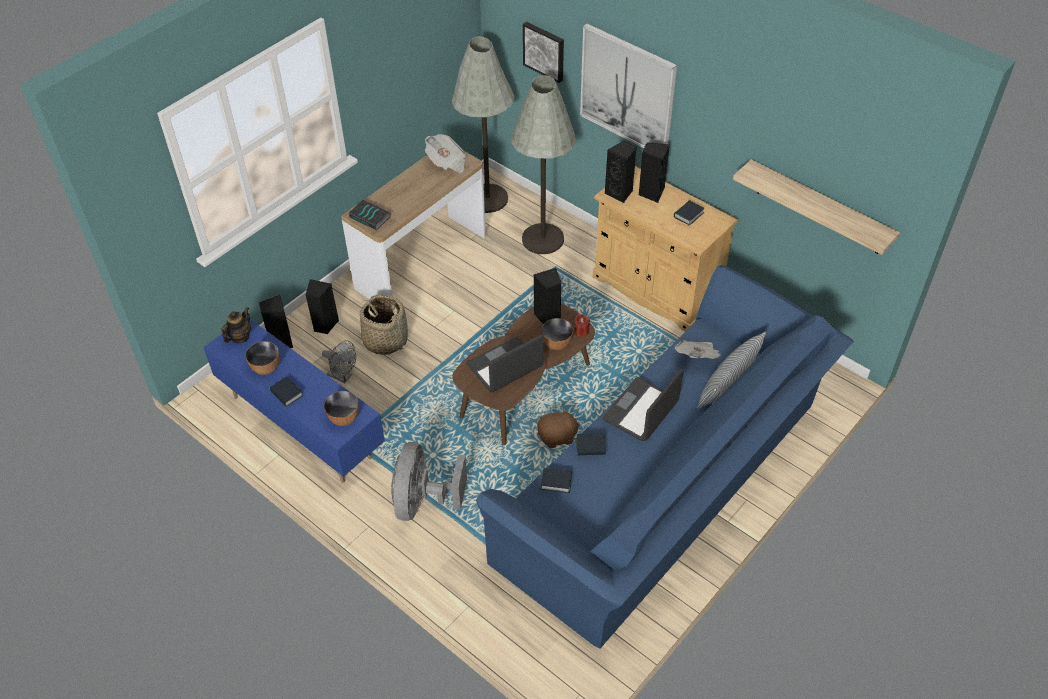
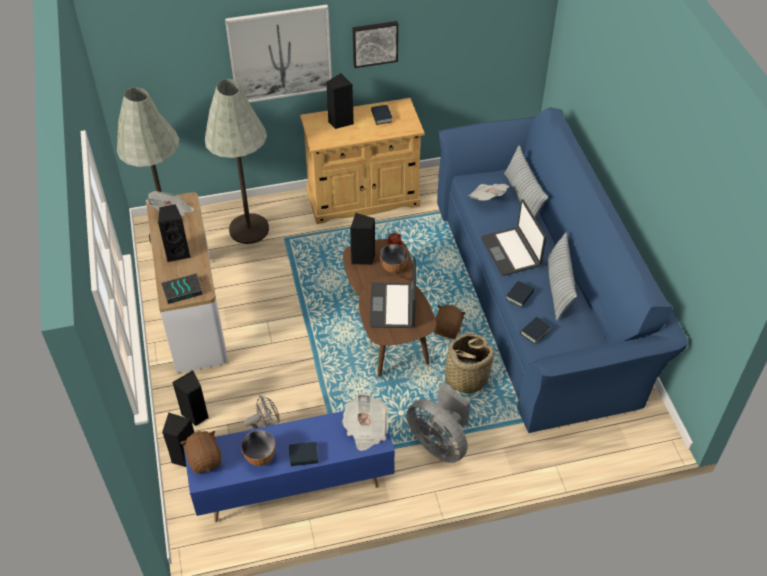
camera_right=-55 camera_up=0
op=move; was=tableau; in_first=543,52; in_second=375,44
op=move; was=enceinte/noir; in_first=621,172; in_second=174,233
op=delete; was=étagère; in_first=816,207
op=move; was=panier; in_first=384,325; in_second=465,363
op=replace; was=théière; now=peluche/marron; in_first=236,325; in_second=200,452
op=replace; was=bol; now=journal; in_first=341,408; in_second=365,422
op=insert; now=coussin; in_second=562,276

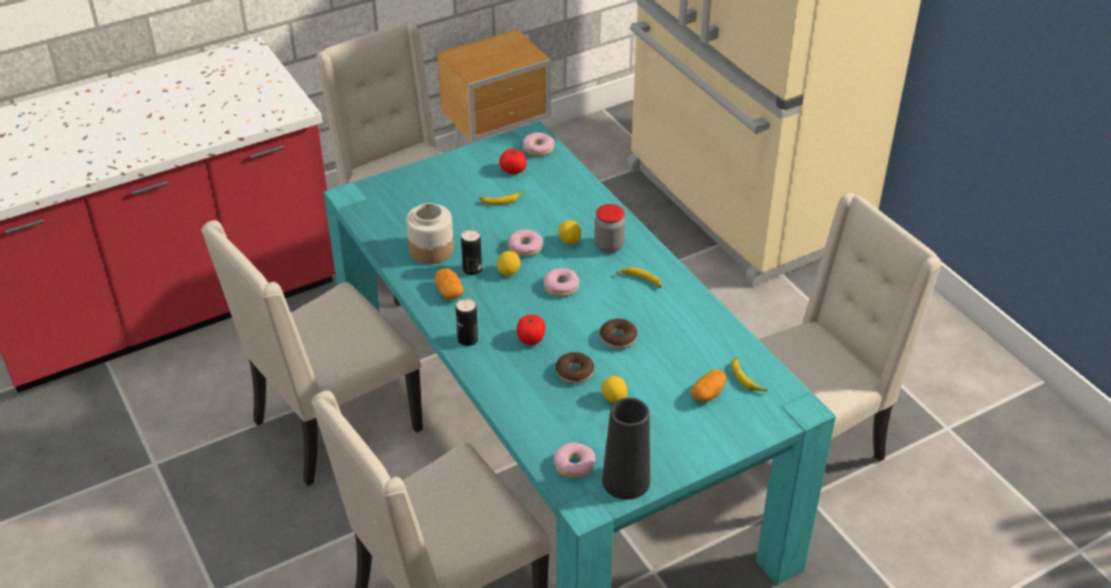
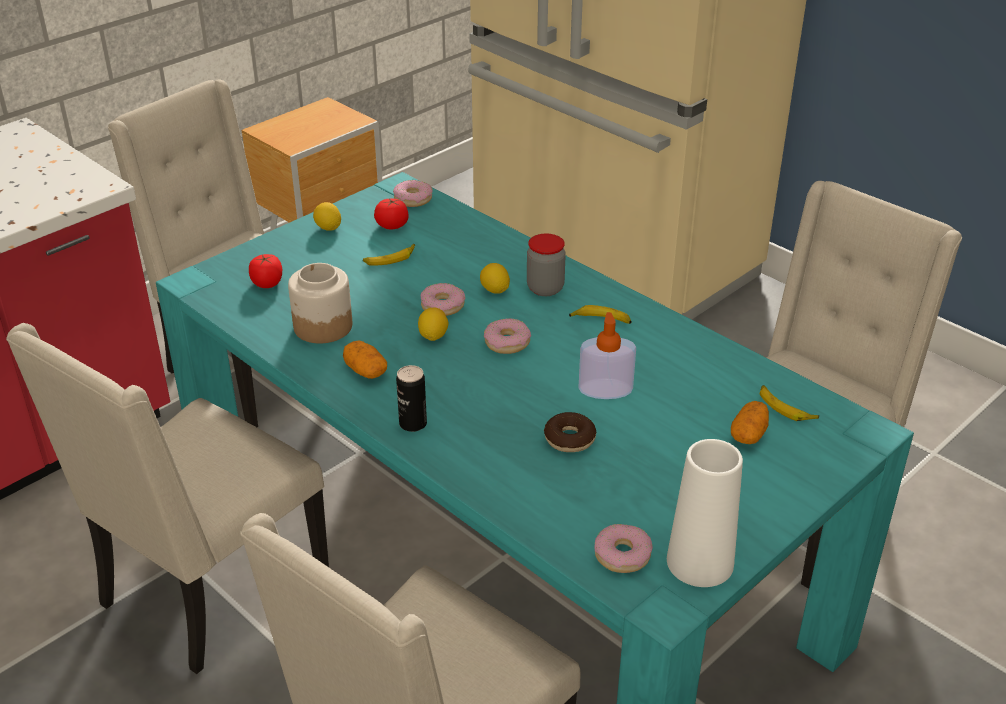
camera_right=-15 camera_up=-5
op=delete; was=boîte métallique; in_first=471,252
op=move; was=tomate; in_first=531,330; in_second=265,271
op=replace; was=beignet; now=distributeur de savon; in_first=618,334; in_second=607,355
op=move; was=citron; in_first=614,389; in_second=327,216
op=recolor; was=vase/noir; now=vase/blanc; in_first=626,449; in_second=705,513

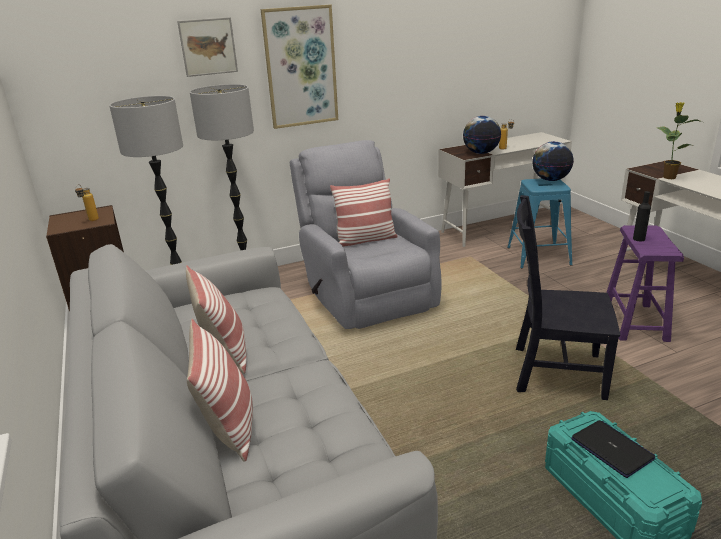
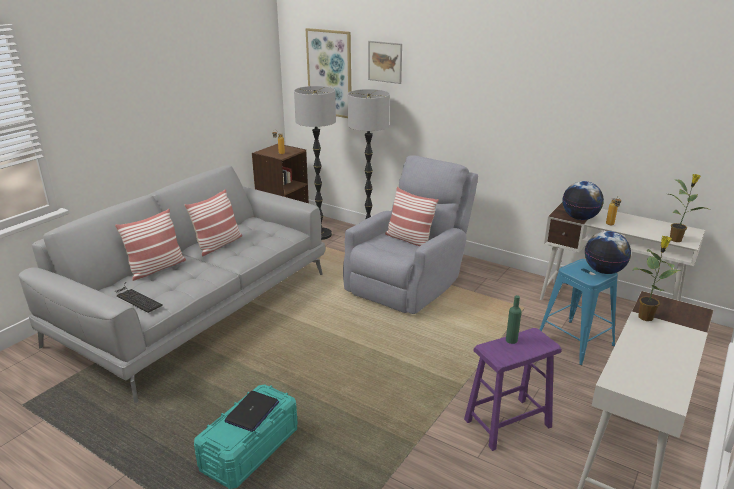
camera_right=55 camera_up=0
op=move; was=tableau; in_first=299,67; in_second=328,73
op=recolor; was=bouteille/noir; now=bouteille/vert; in_first=642,216; in_second=514,319
op=delete; was=chaise/noir; in_first=568,297
op=insert; now=plante en pot; in_second=690,208
op=insert; now=clavier; in_second=139,297

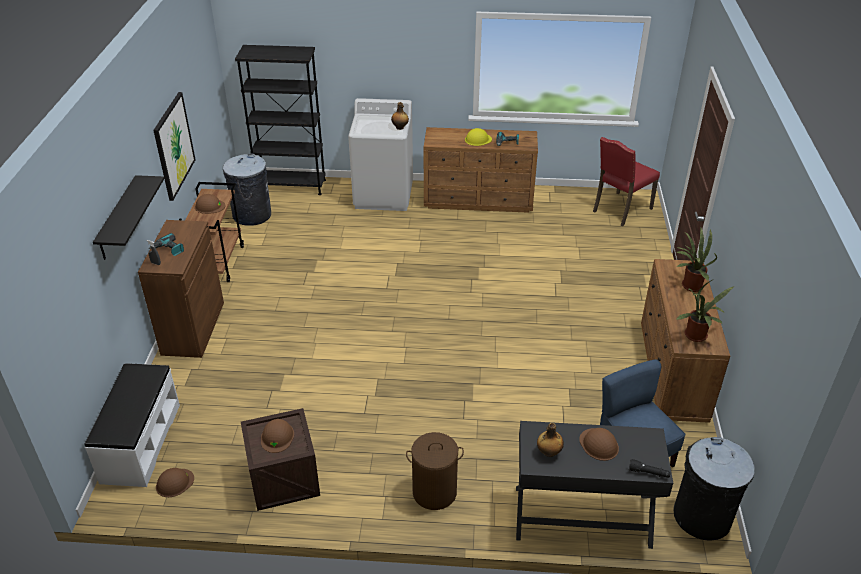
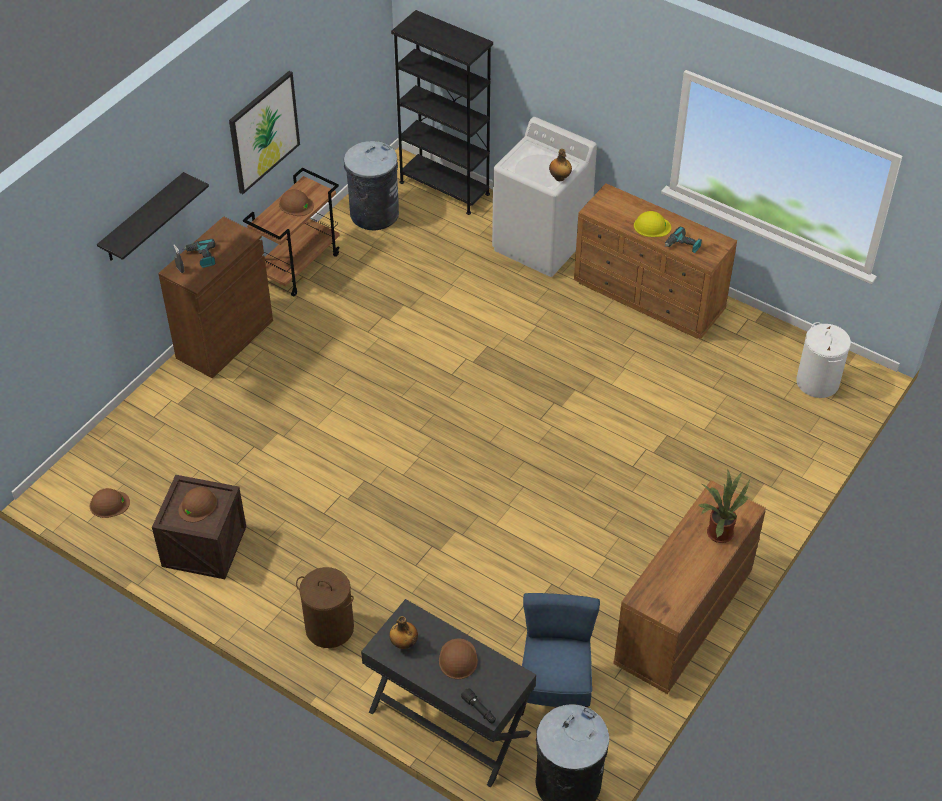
camera_right=30 camera_up=10
op=replace; was=chaise/rouge; now=panier à linge/blanc; in_first=626,181; in_second=823,360
op=delete; was=plante en pot; in_first=705,310
op=delete; was=banc/blanc; in_first=132,425

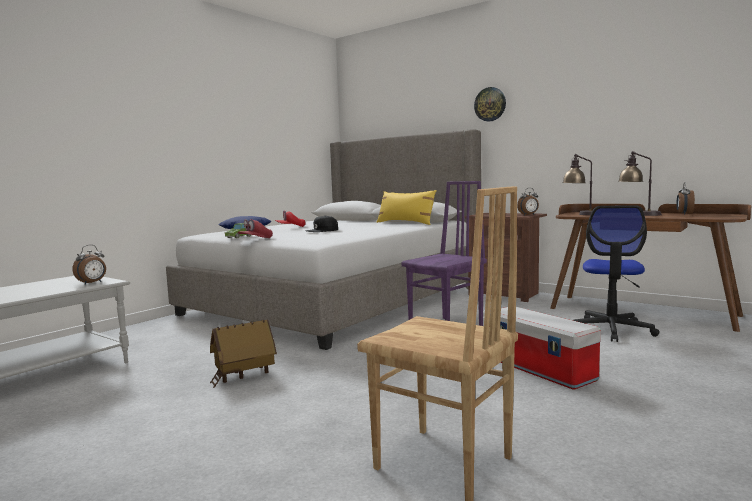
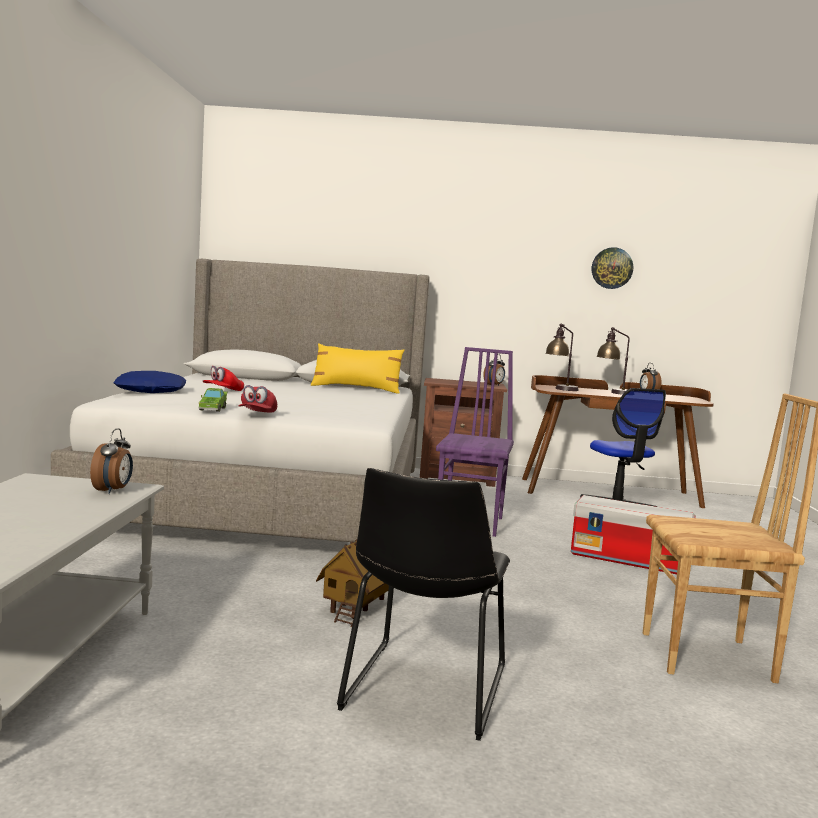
camera_right=-35 camera_up=0
op=move; was=horloge murale; in_first=490,104; in_second=612,268
op=delete; was=casquette/noir; in_first=321,224
op=insert; now=chaise/noir; in_second=423,604

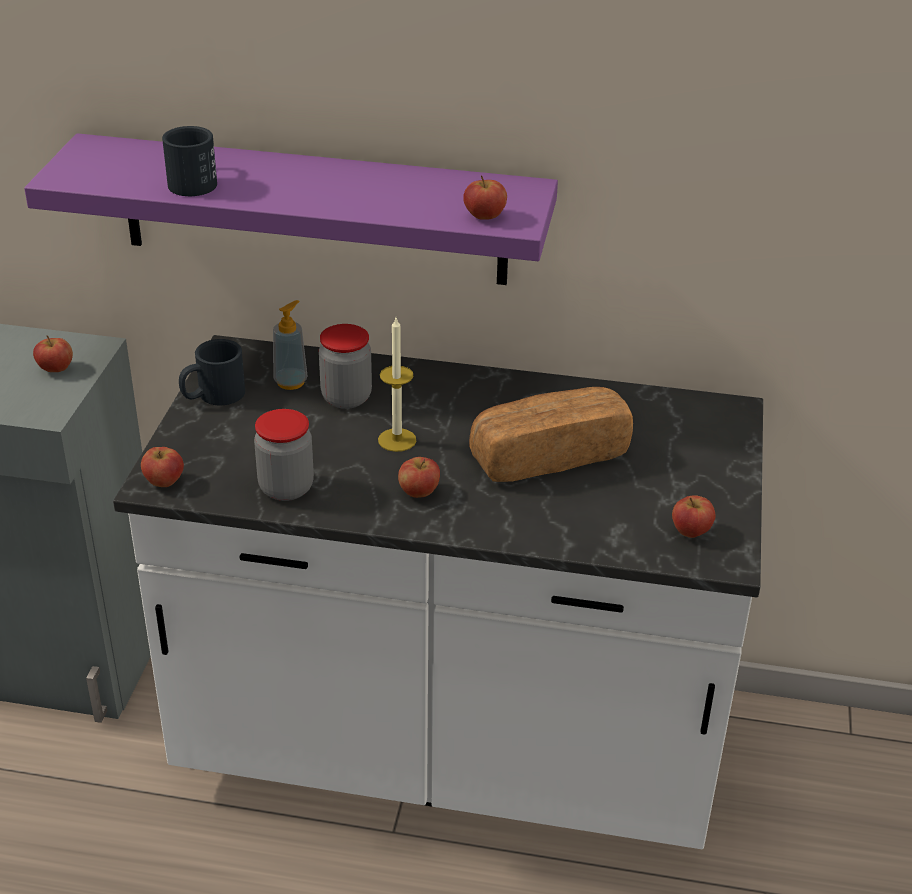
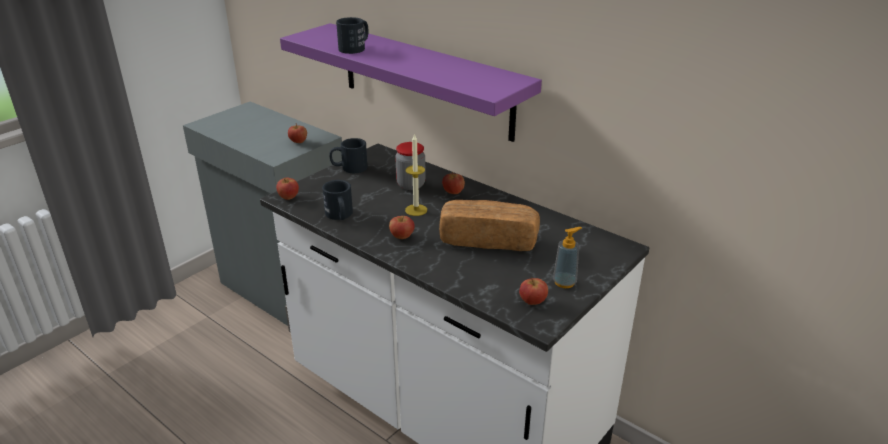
camera_right=30 camera_up=-5
op=move; was=pomme; in_first=485,198; in_second=453,182
op=move; was=distributeur de savon; in_first=290,345; in_second=567,257
op=replace; was=bocal; now=mug/noir; in_first=284,455; in_second=337,200

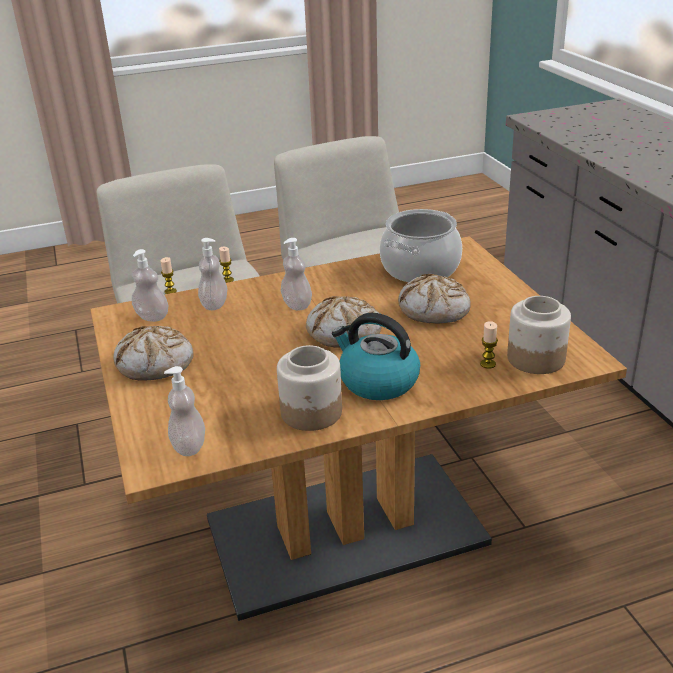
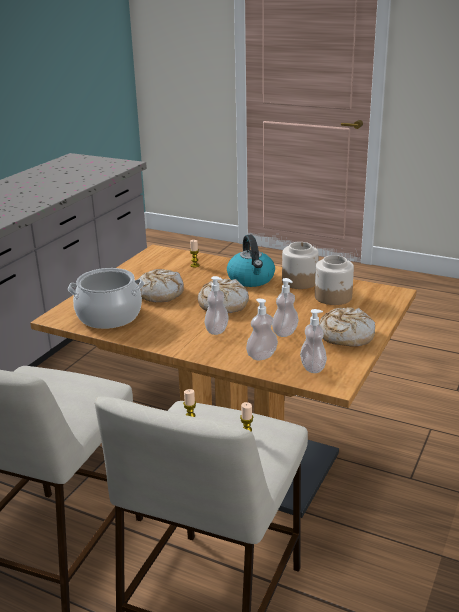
camera_right=-135 camera_up=-5
op=move; was=bocal; in_first=539,335; in_second=334,280
op=move; was=distributeur de savon; in_first=184,411; in_second=285,307

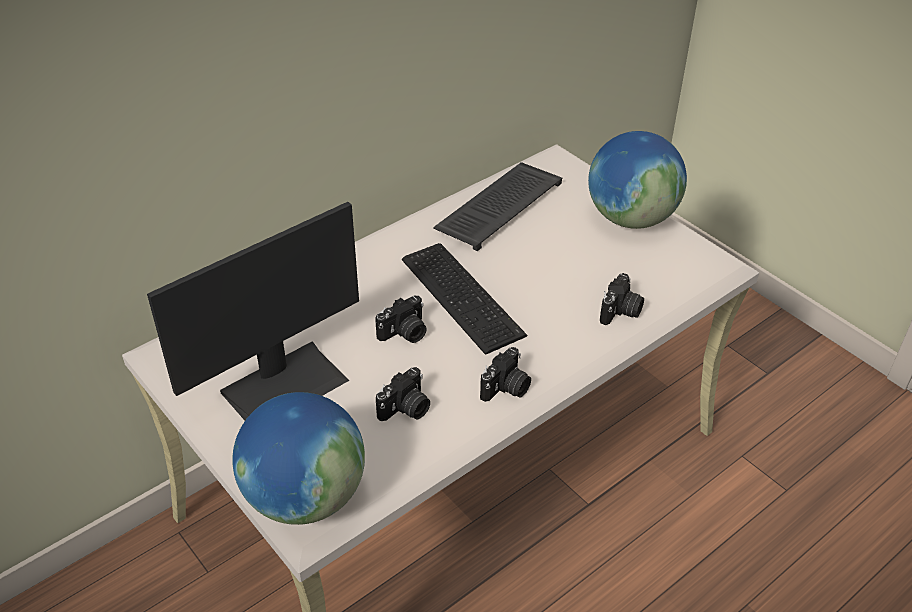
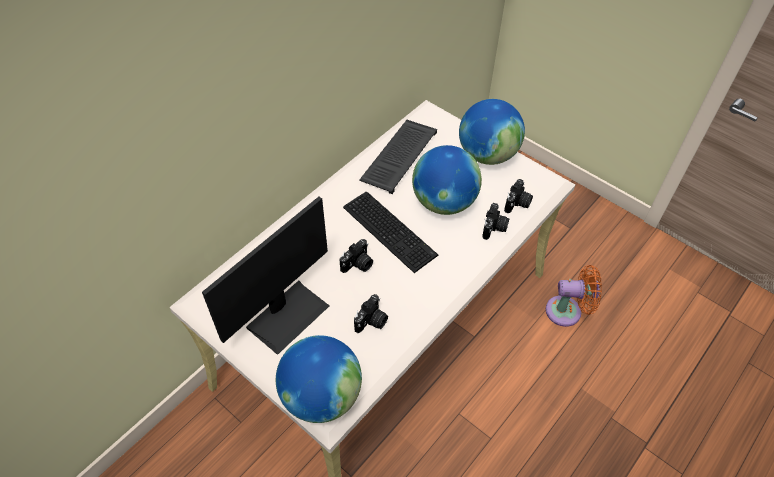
camera_right=-10 camera_up=10
op=move; was=appareil photo; in_first=505,374; in_second=518,196
op=insert; now=globe; in_second=447,180
op=insert; now=ventilateur/orange; in_second=574,296

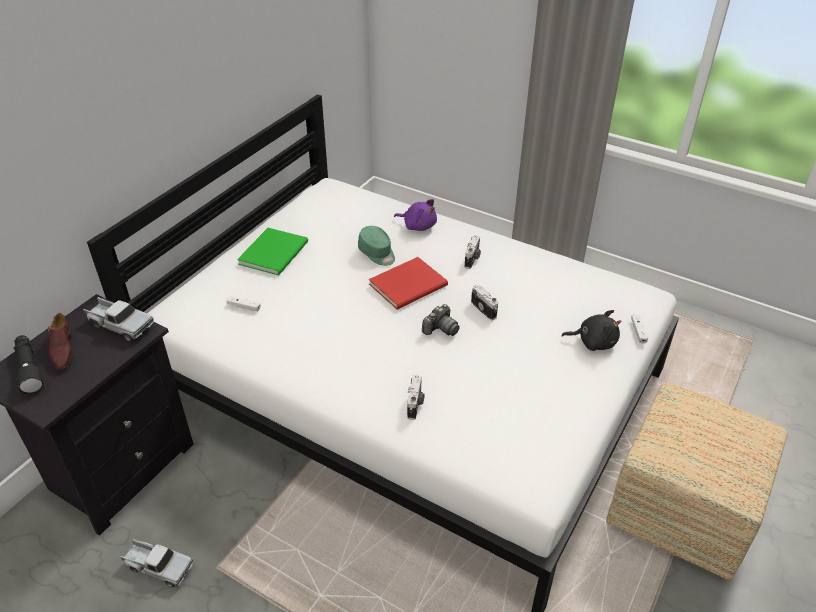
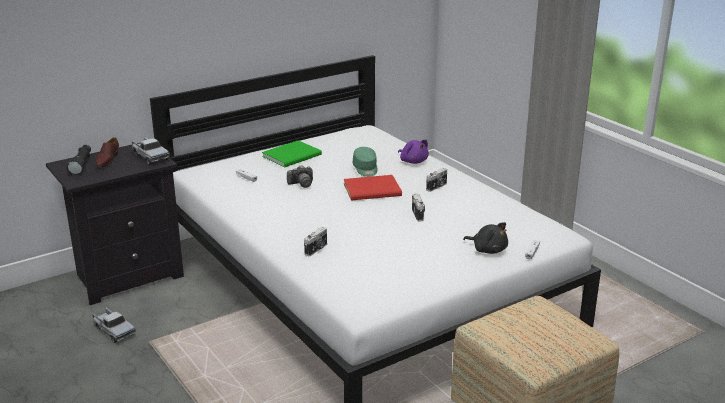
camera_right=25 camera_up=-15
op=move; was=appareil photo; in_first=441,320; in_second=299,176

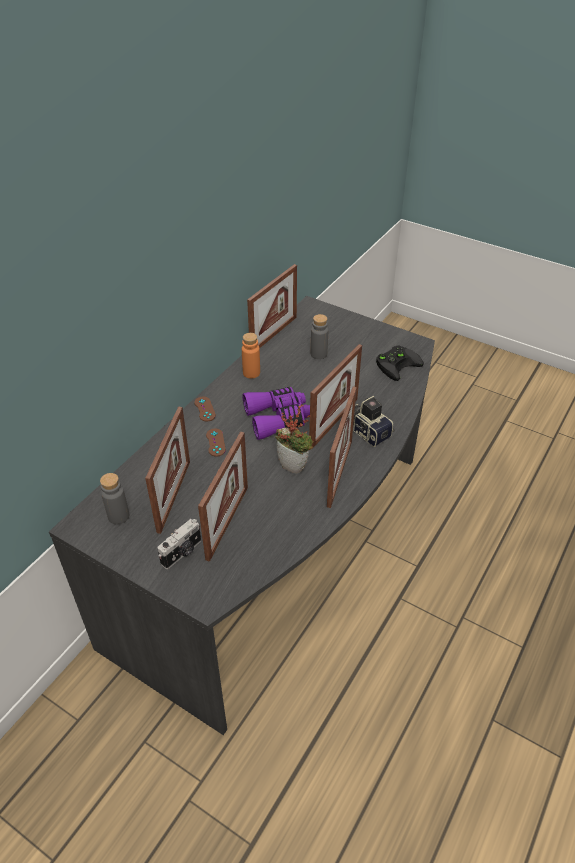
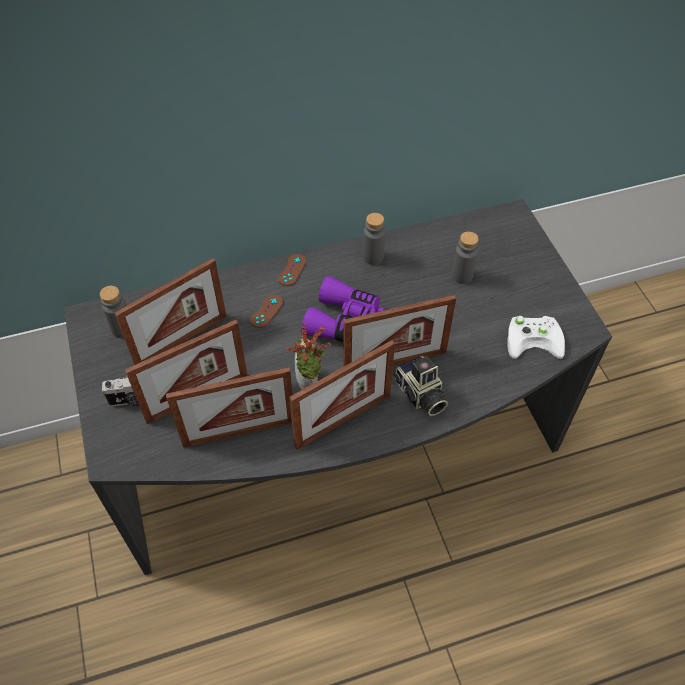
camera_right=40 camera_up=10
op=move; was=cadre photo; in_first=272,306; in_second=229,407
op=recolor; was=bouteille/orange; now=bouteille/gris; in_first=251,356; in_second=374,239
op=recolor; was=manette/noir; now=manette/blanc; in_first=400,363; in_second=536,337
op=rotate; was=appareil photo; in_first=374,421; in_second=420,386; clockwise=150

